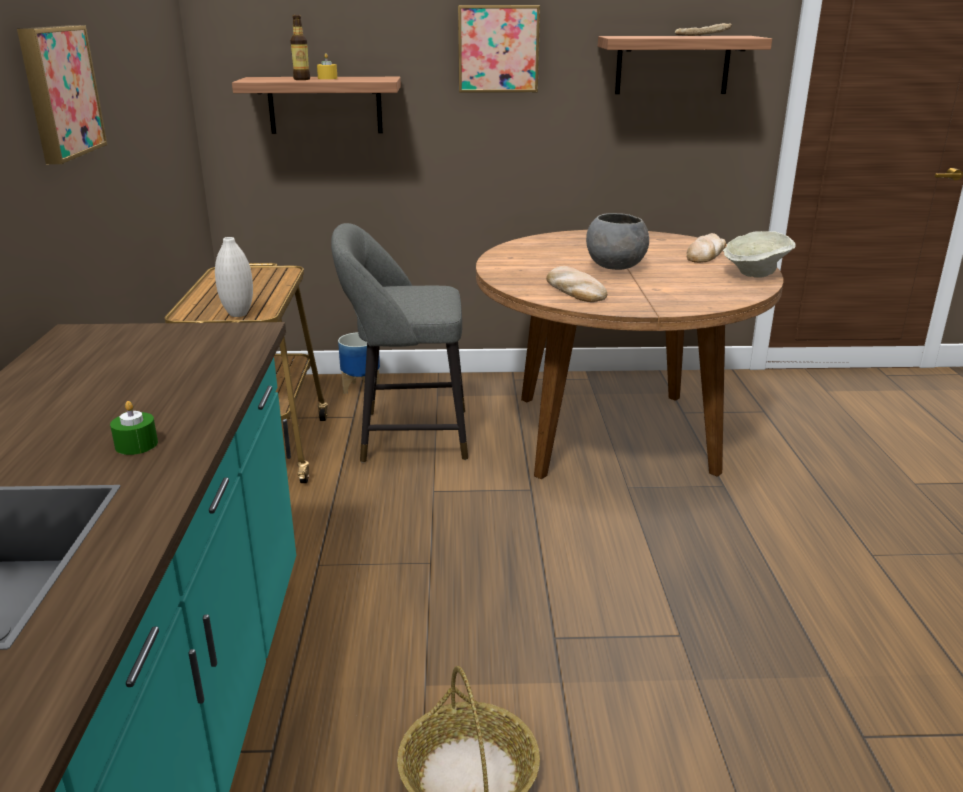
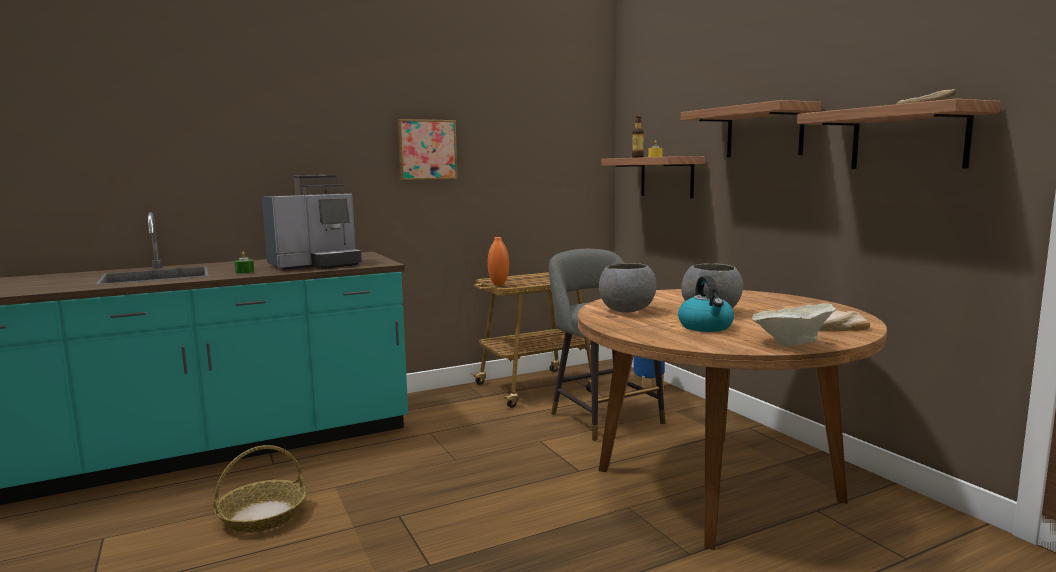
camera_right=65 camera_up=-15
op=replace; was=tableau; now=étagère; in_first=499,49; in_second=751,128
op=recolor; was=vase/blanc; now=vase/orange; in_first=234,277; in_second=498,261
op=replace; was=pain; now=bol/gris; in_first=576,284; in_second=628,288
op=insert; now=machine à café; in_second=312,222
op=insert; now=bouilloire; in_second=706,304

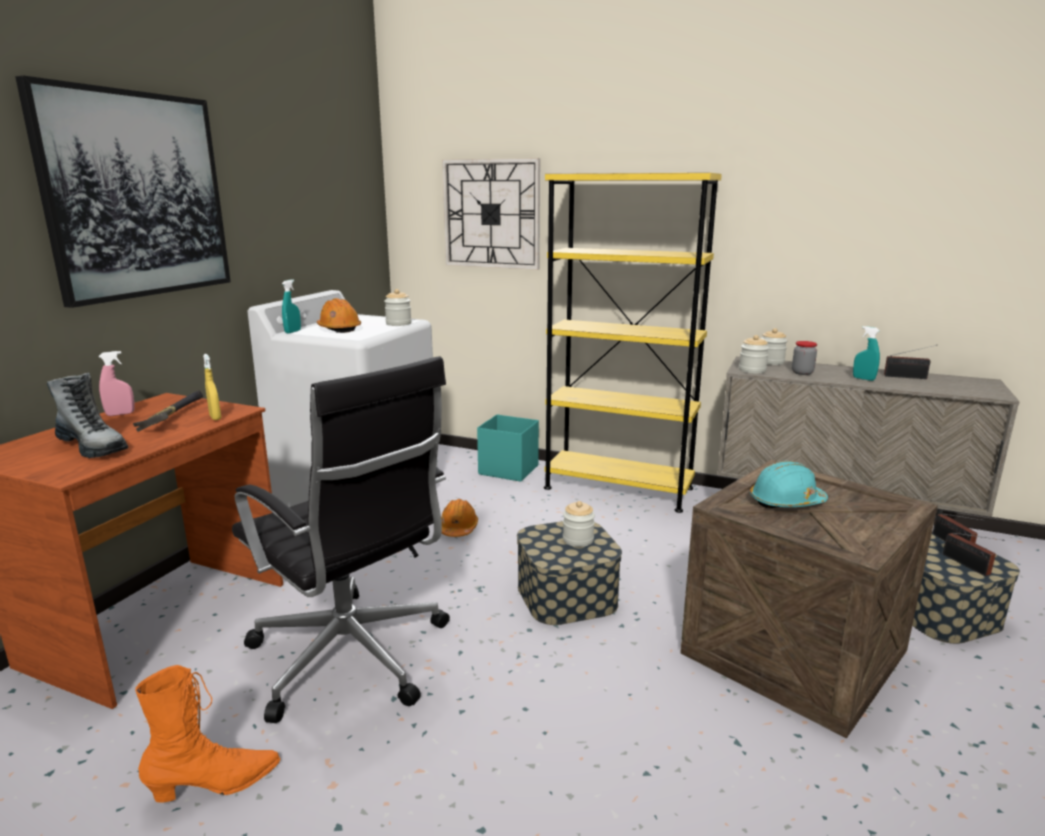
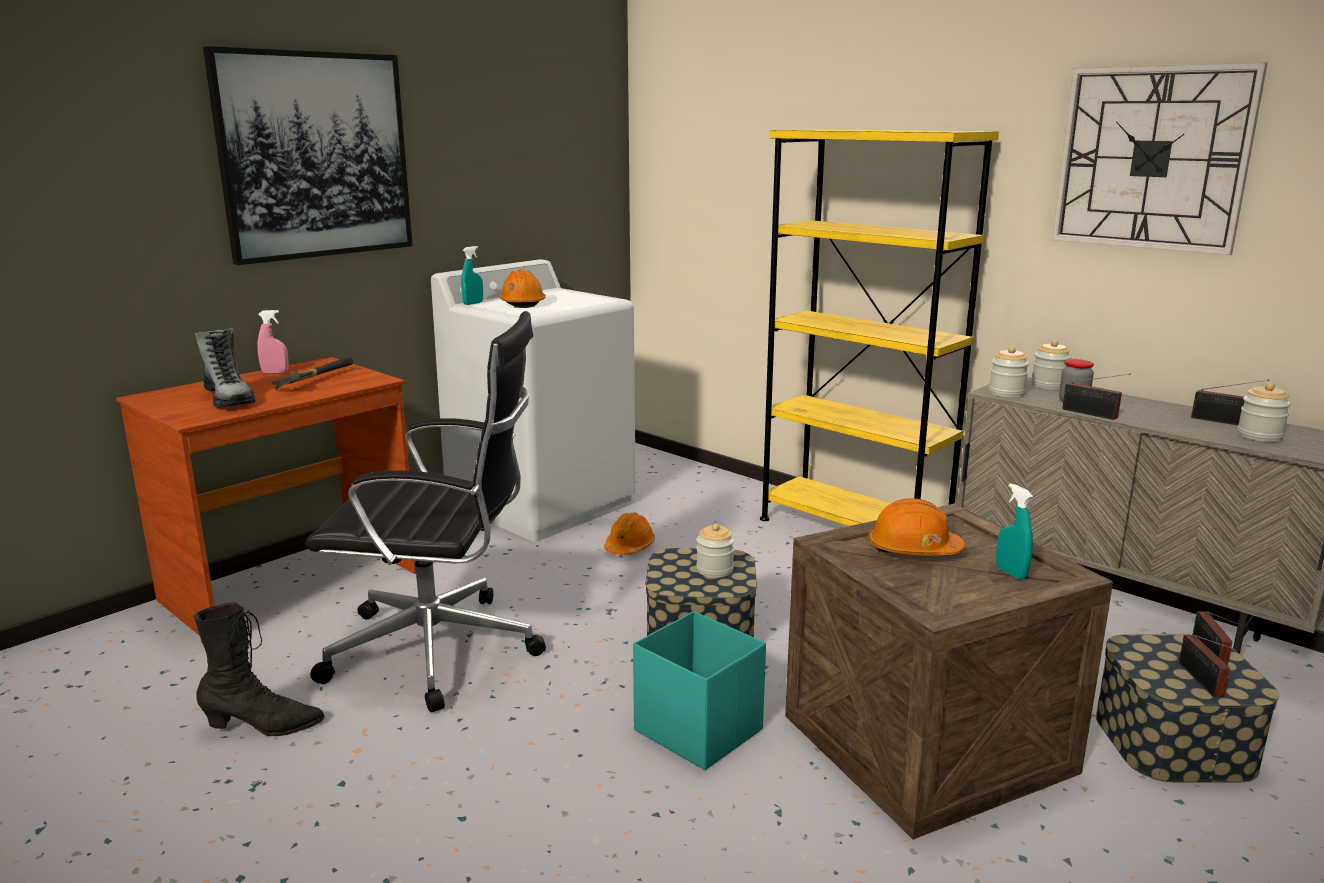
camera_right=20 camera_up=0
op=move; was=horloge murale; in_first=491,214; in_second=1160,158
op=move; was=bocal; in_first=398,307; in_second=1264,412
op=move; was=vaporisateur/turquoise; in_first=866,353; in_second=1014,531
op=delete; was=vaporisateur/jaune; in_first=212,387
op=rotate; was=chaise de bureau/noir; in_first=341,539; in_second=425,511; clockwise=-60
op=move; was=boîte de rangement/turquoise; in_first=508,448; in_second=699,690
op=recolor; was=casque de chantier/turquoise; now=casque de chantier/orange; in_first=789,484; in_second=916,526
op=recolor; was=botte/orange; now=botte/noir; in_first=207,734; in_second=259,669
op=insert; now=radio; in_second=1096,396

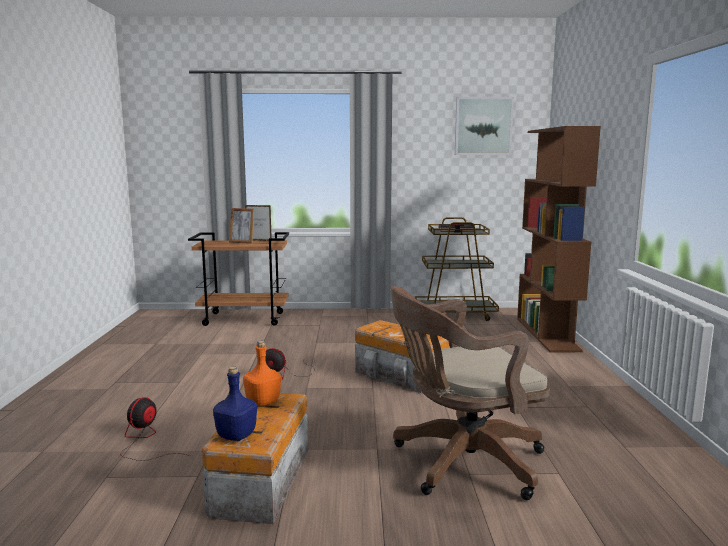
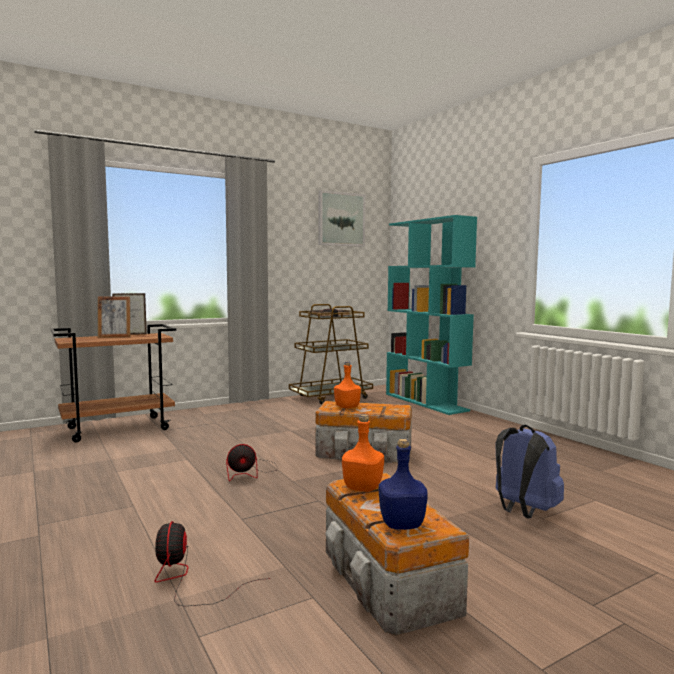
camera_right=-30 camera_up=-5
op=recolor; was=bibliothèque/marron; now=bibliothèque/turquoise; in_first=559,239; in_second=431,315
op=replace; was=chaise de bureau/marron; now=sac à dos/bleu; in_first=470,393; in_second=529,472
op=insert; now=bouteille/orange; in_second=347,384

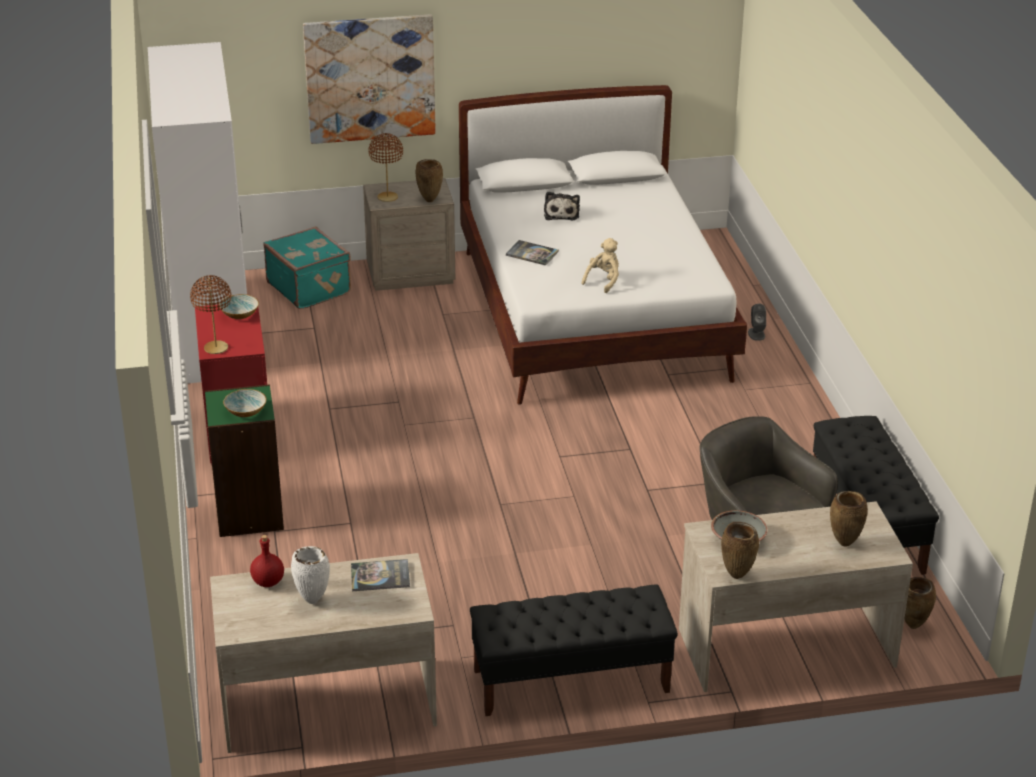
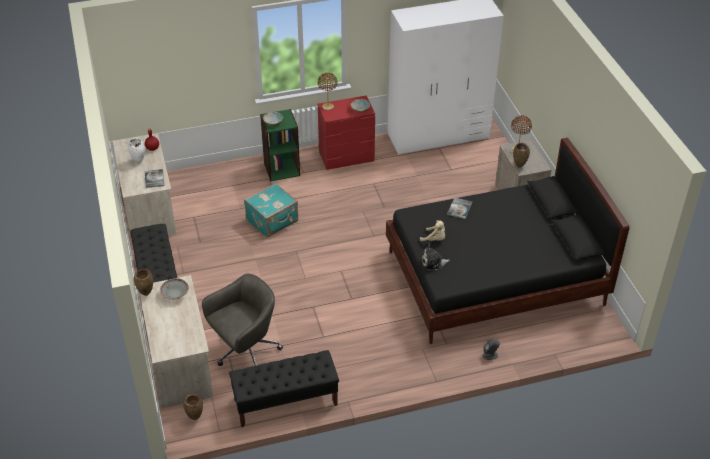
camera_right=85 camera_up=10
op=delete; was=tableau; in_first=369,79
op=recolor; was=lit/blanc; now=lit/noir; in_first=603,245; in_second=508,241
op=move; was=peluche; in_first=562,206; in_second=436,256
op=move; was=valise/turquoise; in_first=307,268; in_second=271,210
op=delete; was=vase/marron; in_first=849,519

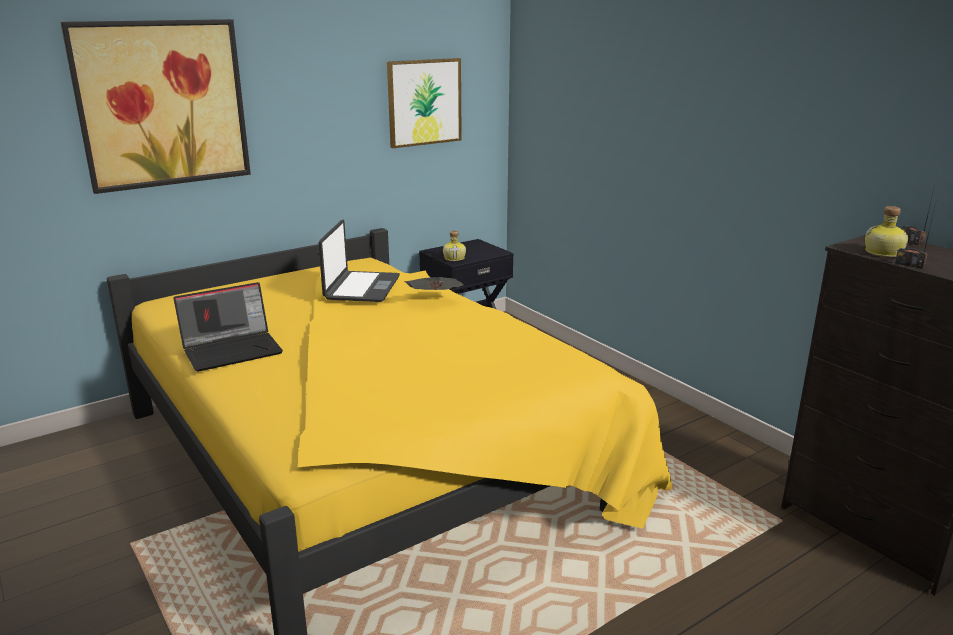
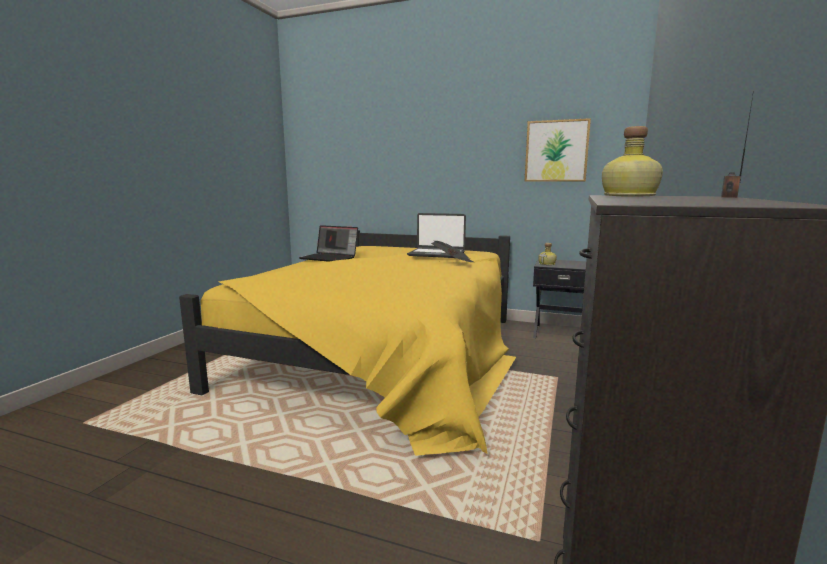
camera_right=55 camera_up=-10
op=delete; was=tableau; in_first=156,106
op=delete; was=radio; in_first=916,234
op=rotate; was=ordinateur portable; in_first=359,261; in_second=436,235; clockwise=45

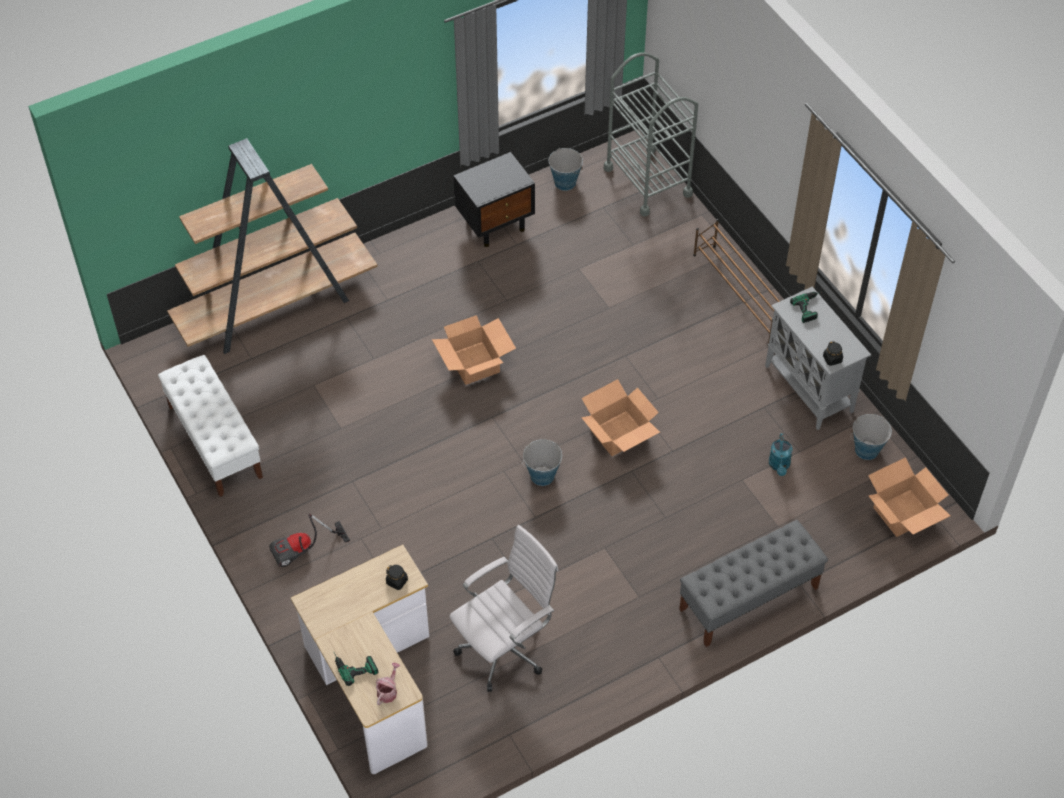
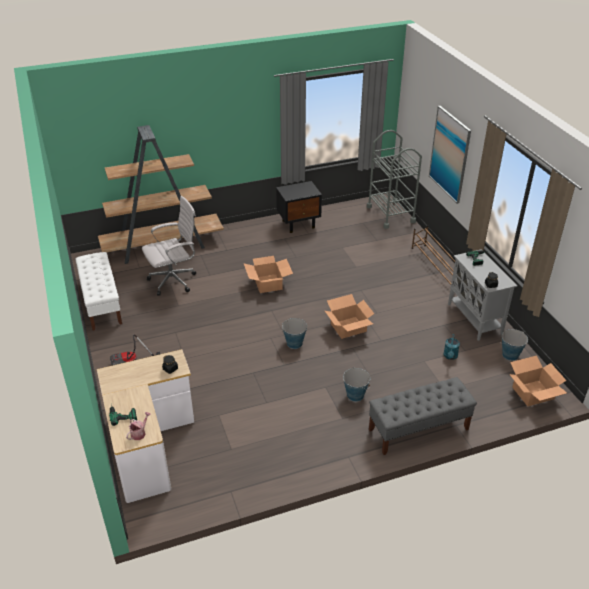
camera_right=10 camera_up=-15
op=move; was=seau; in_first=566,169; in_second=357,384
op=move; was=chaise de bureau/blanc; in_first=503,608; in_second=169,246
op=insert; now=tableau; in_second=450,155

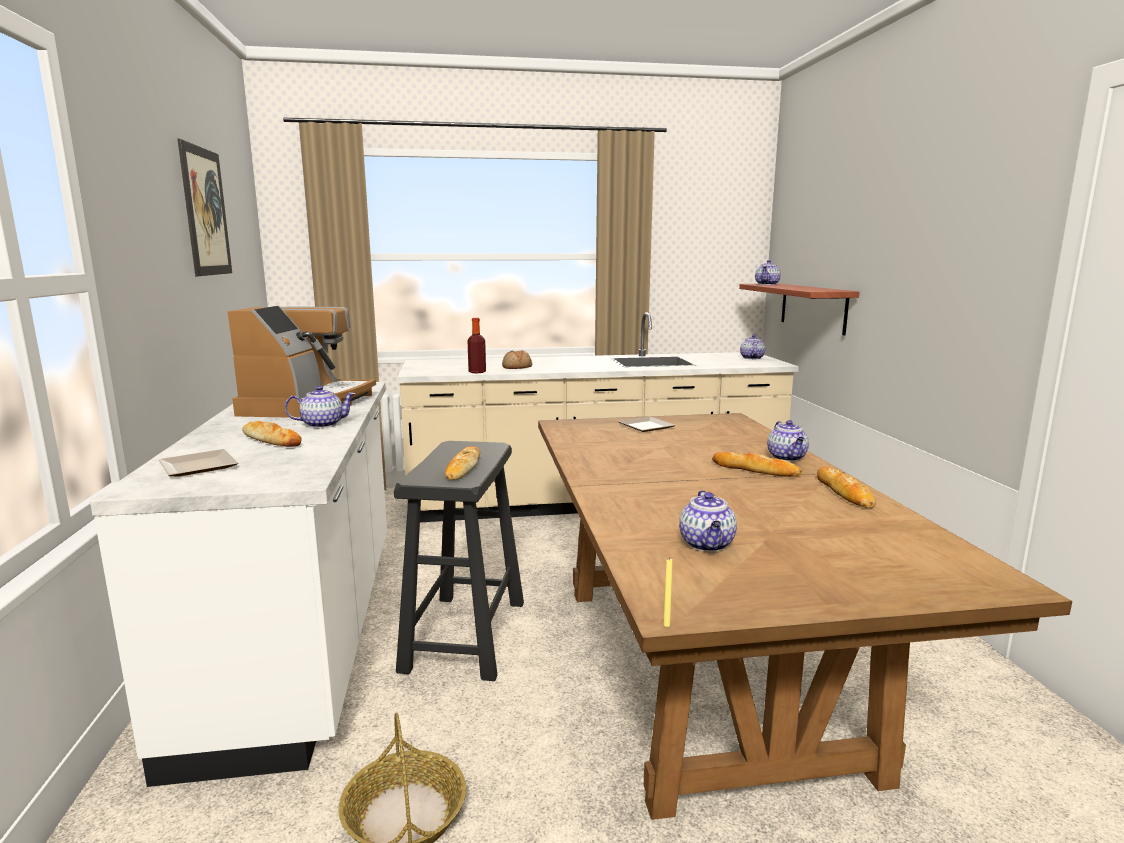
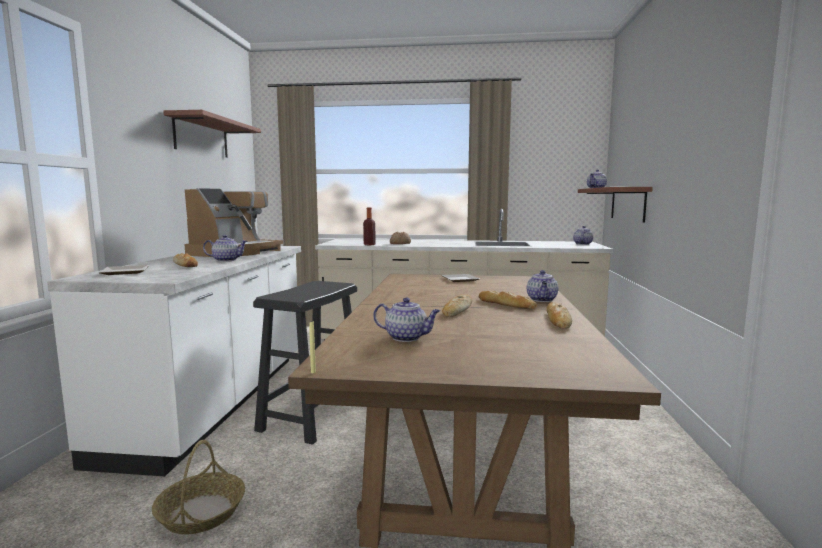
camera_right=15 camera_up=-5
op=replace; was=tableau; now=étagère; in_first=205,207; in_second=212,134
op=move; was=pain; in_first=462,463; in_second=457,305
op=rotate; was=théière; in_first=708,521; in_second=406,320; clockwise=-90

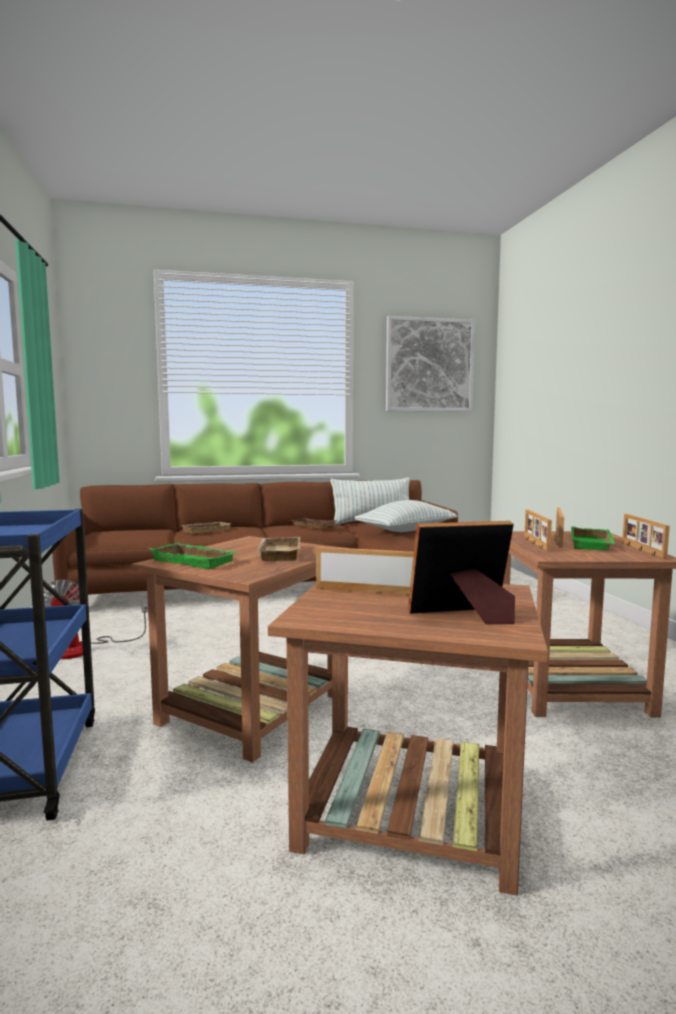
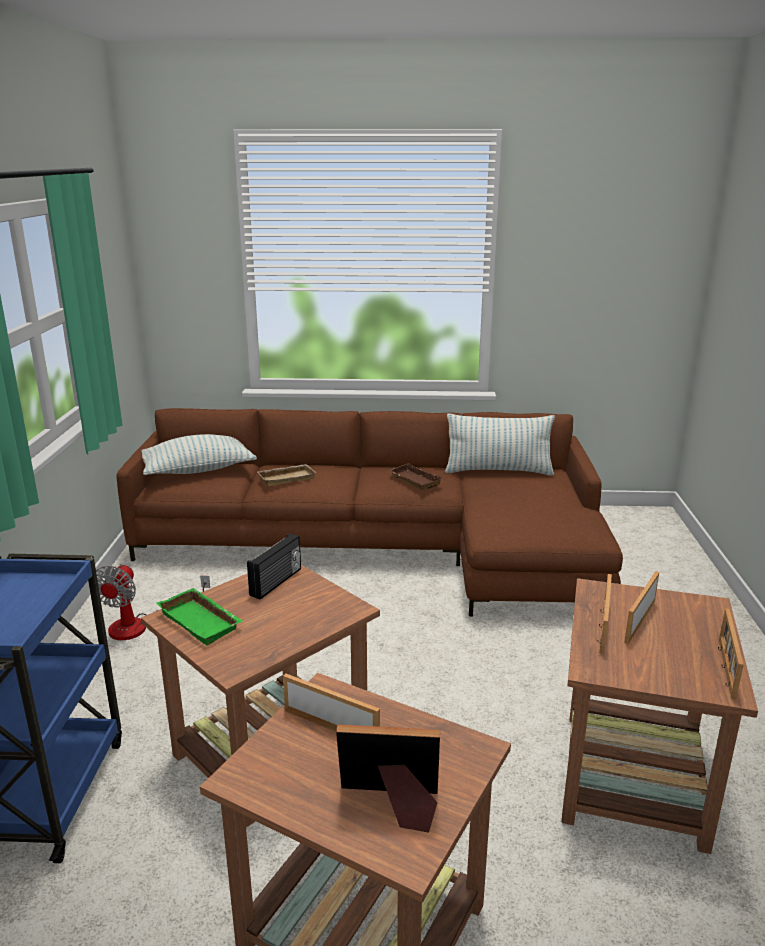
camera_right=15 camera_up=15
op=delete; was=tableau; in_first=430,364
op=move; was=coussin; in_first=405,516; in_second=199,454
op=delete; was=plateau/vert; in_first=593,538
op=delete; was=plateau/beige; in_first=278,549
op=insert; now=radio; in_second=274,566

